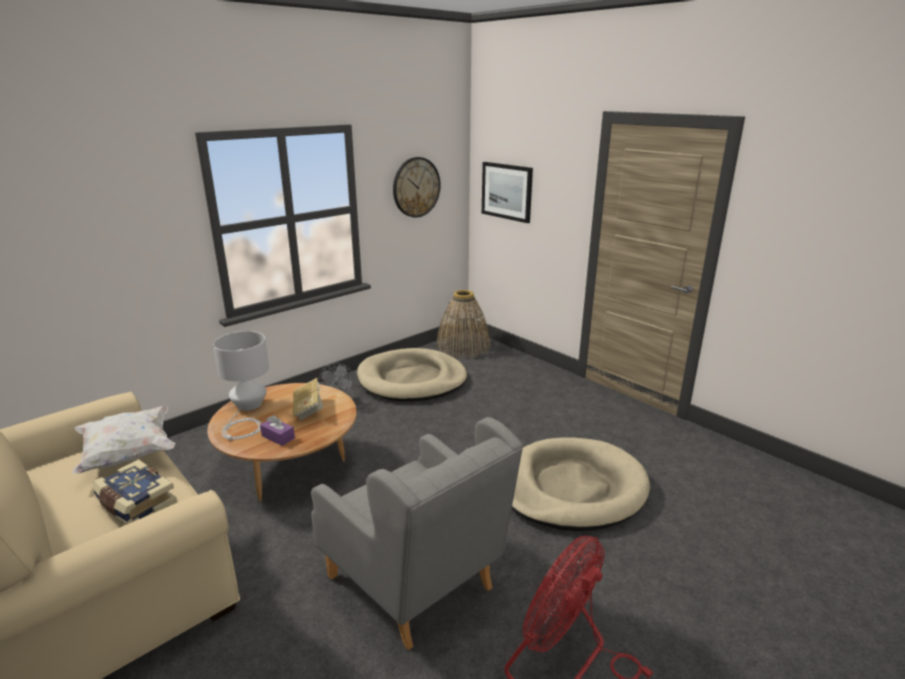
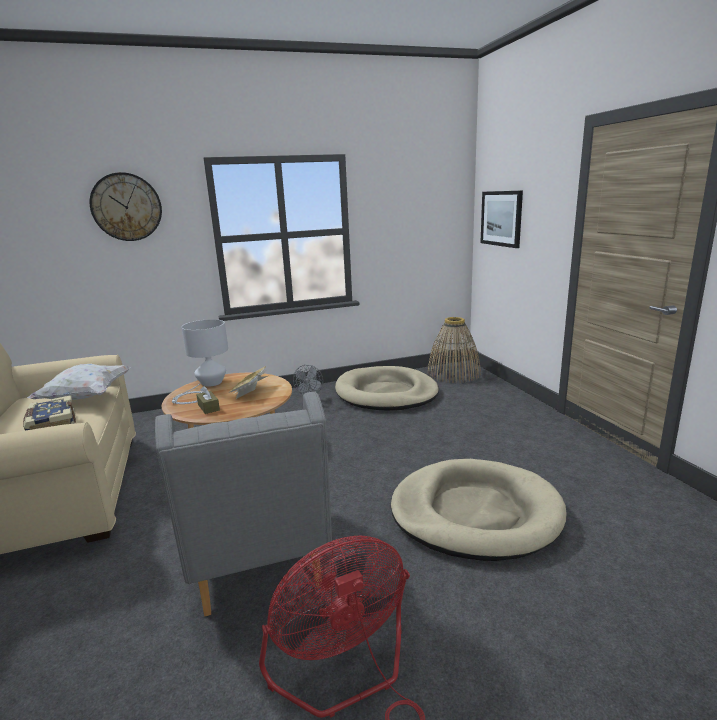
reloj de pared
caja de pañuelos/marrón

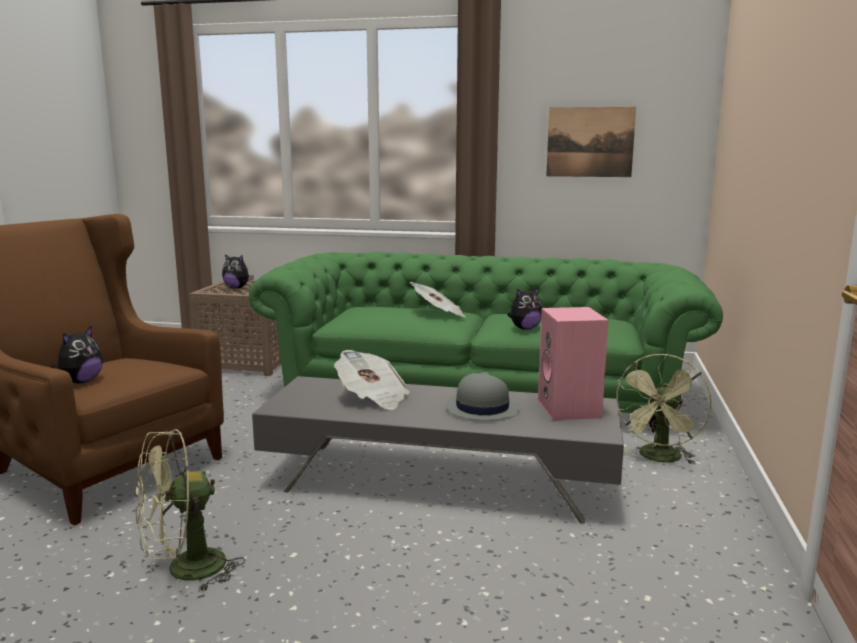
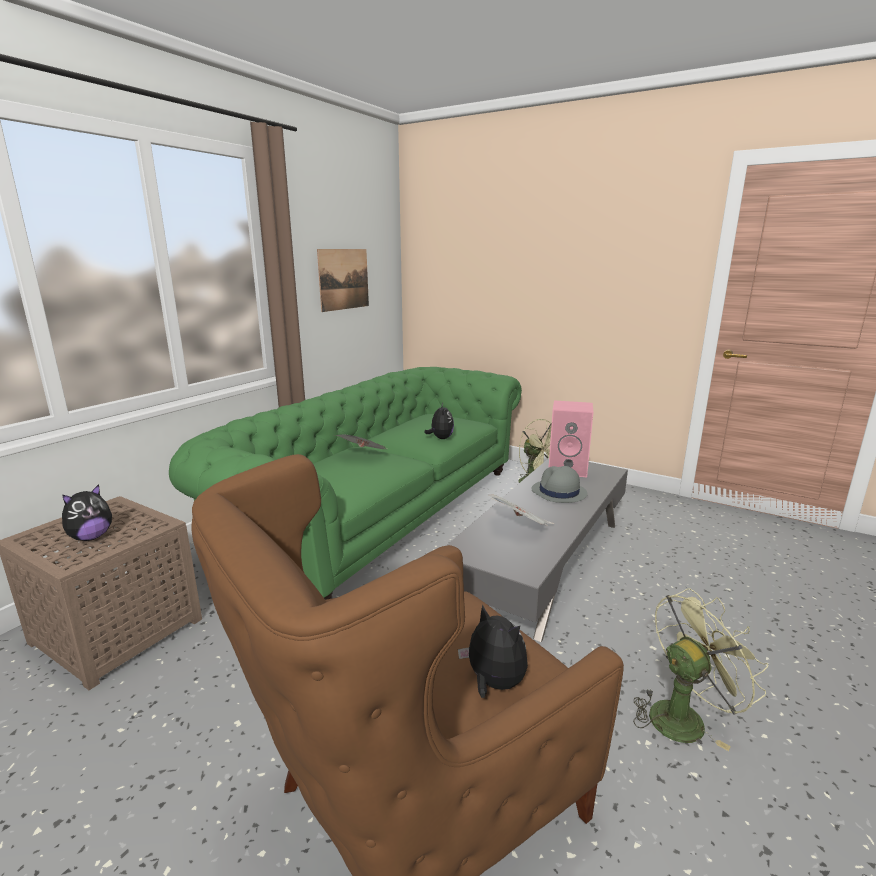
ventilador/verde (2nd from left)

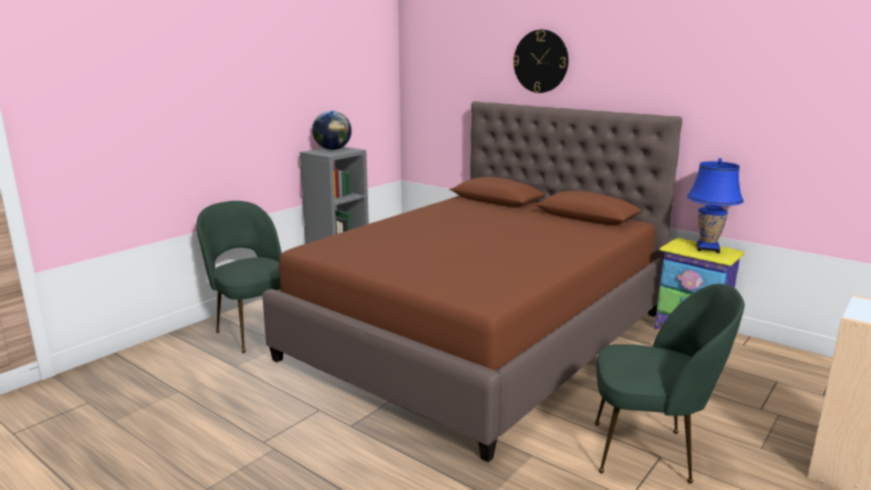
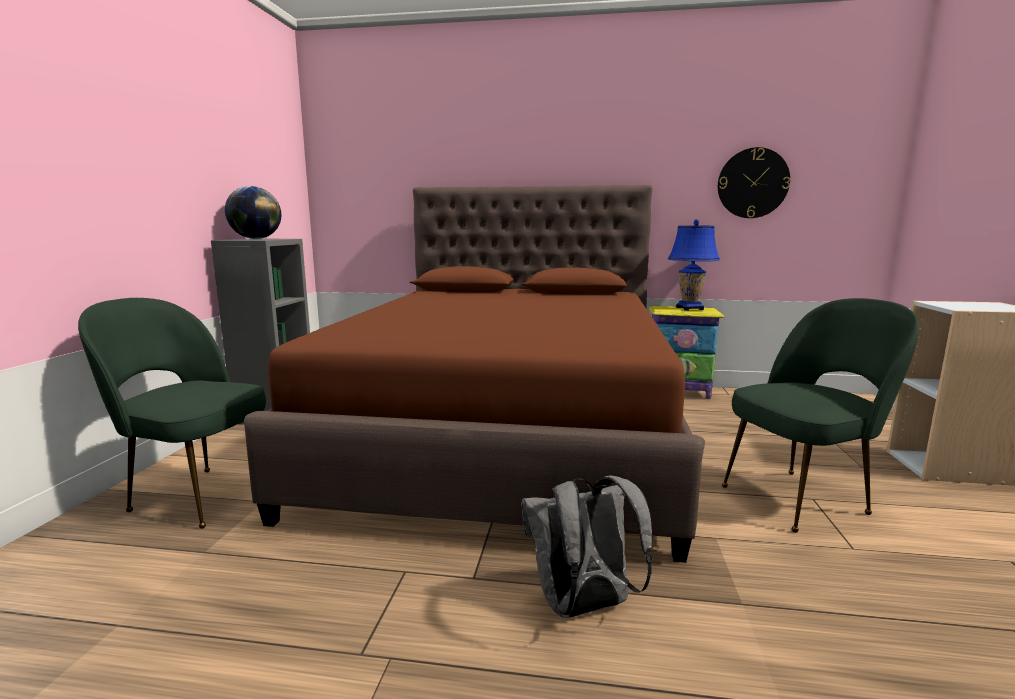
reloj de pared
mochila/gris

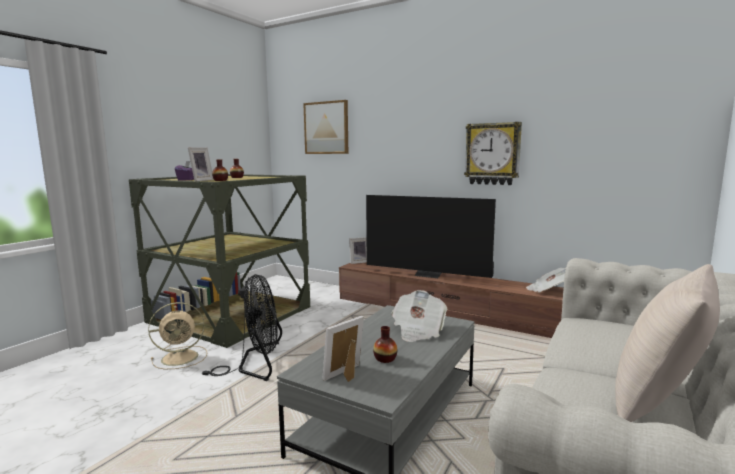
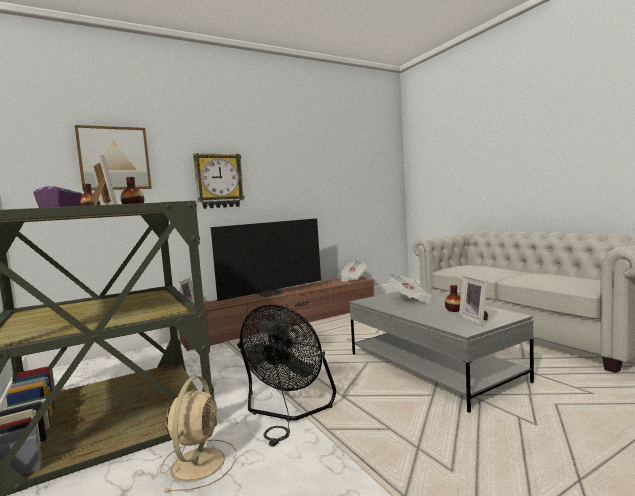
reloj de pared
cojín/beis

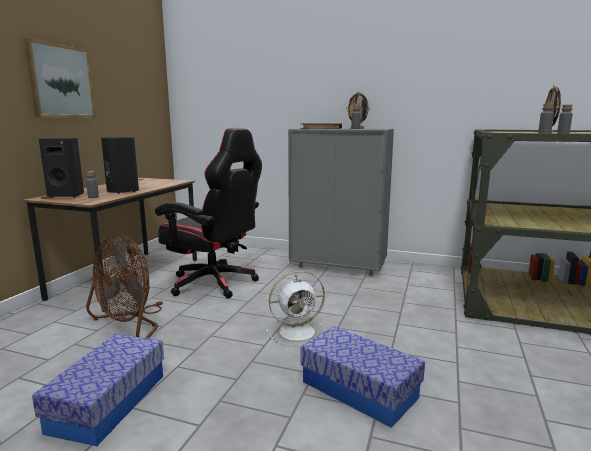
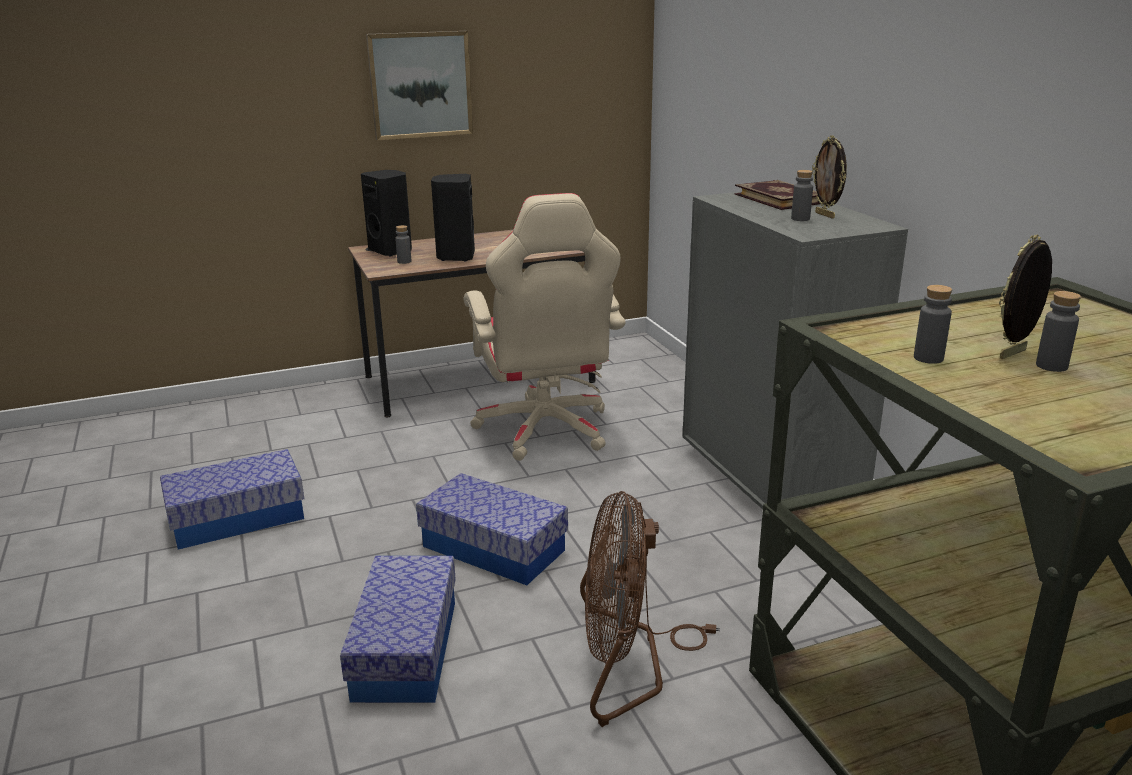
silla de oficina/beis
ventilador/marrón
caja de almacenaje (3rd from left)

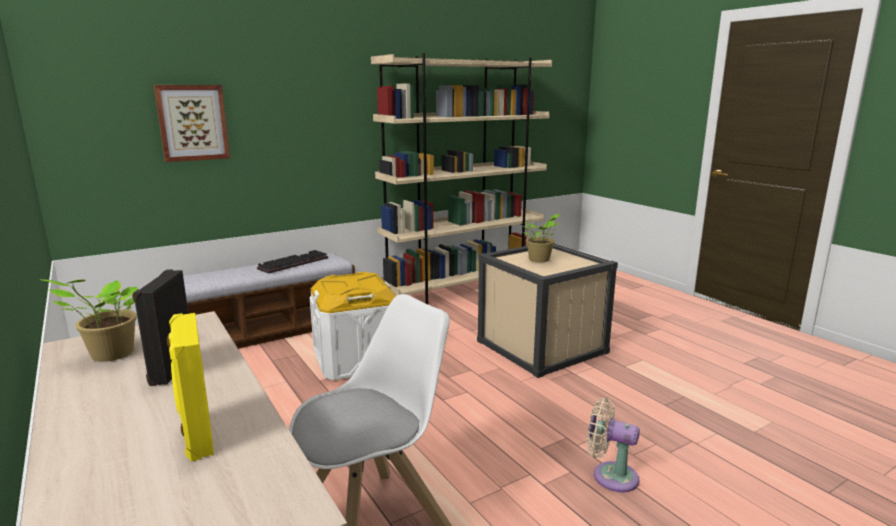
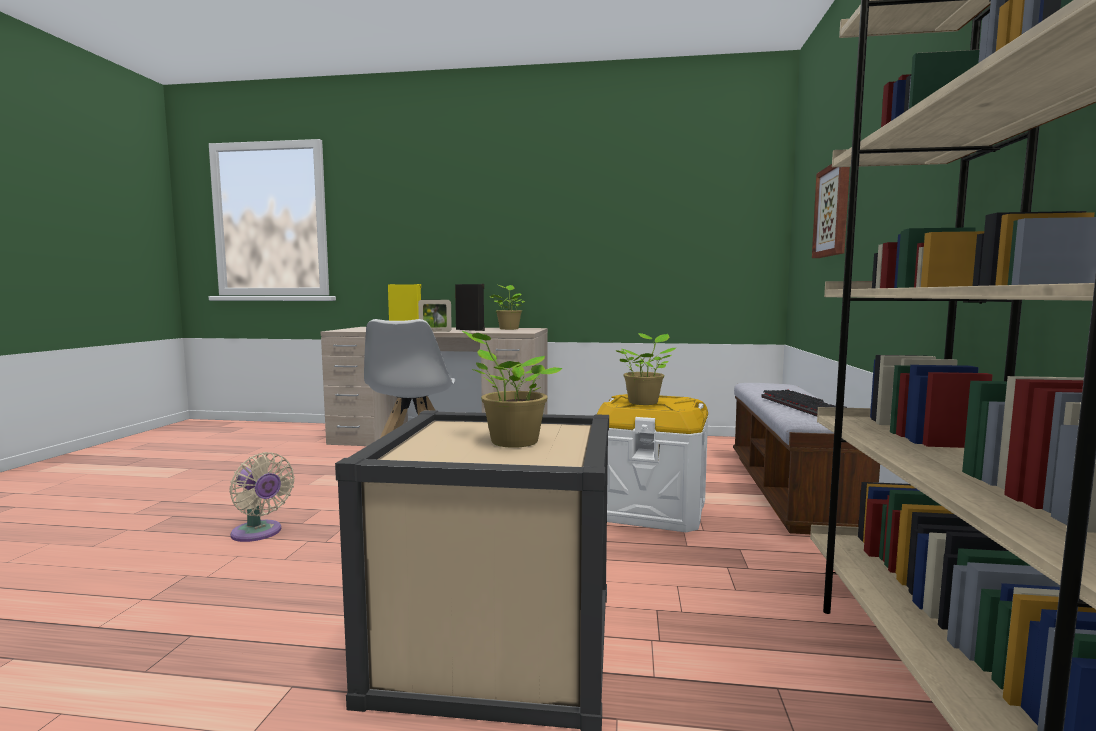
ventilador/beis
portarretratos
planta en maceta (3rd from left)

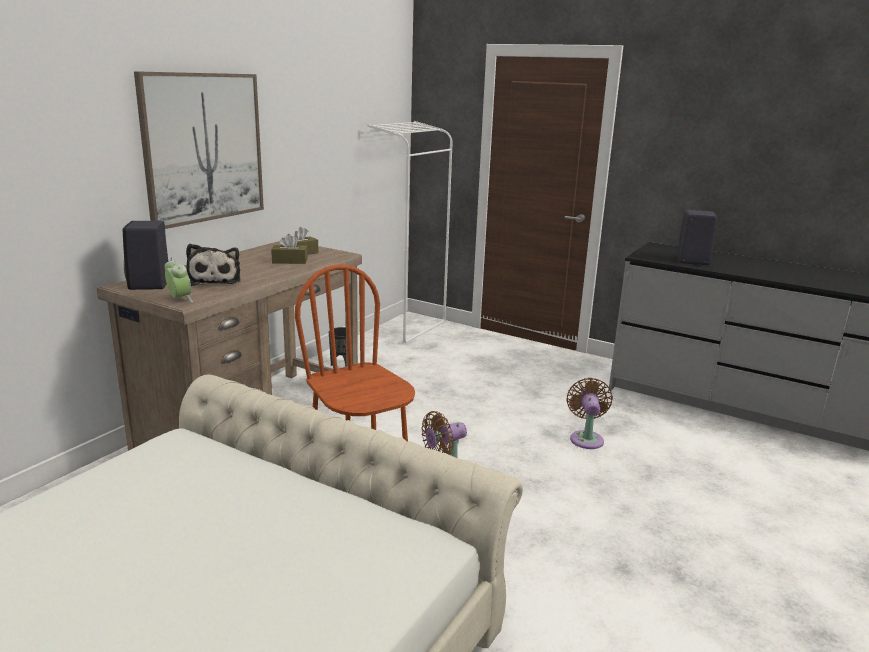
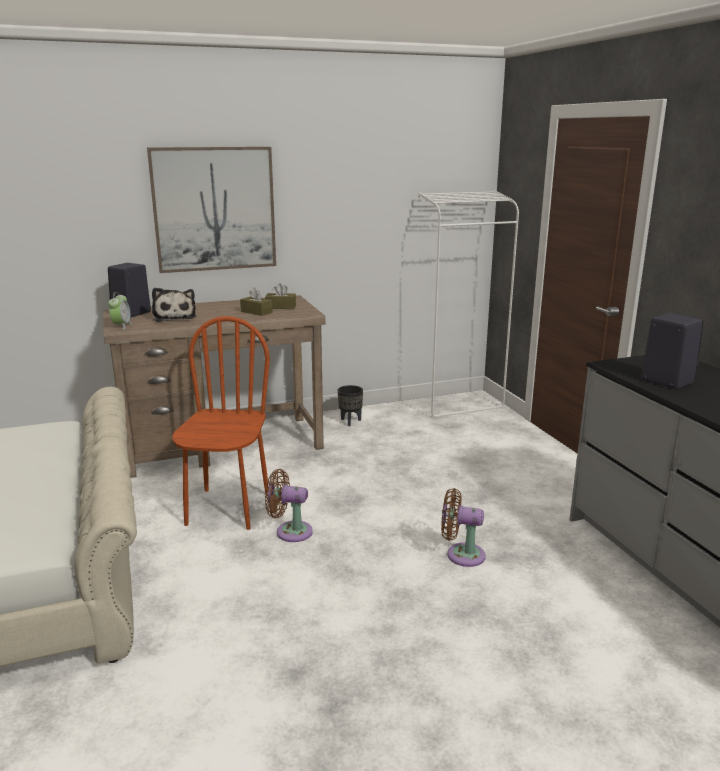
peluche
ventilador/marrón (2nd from left)

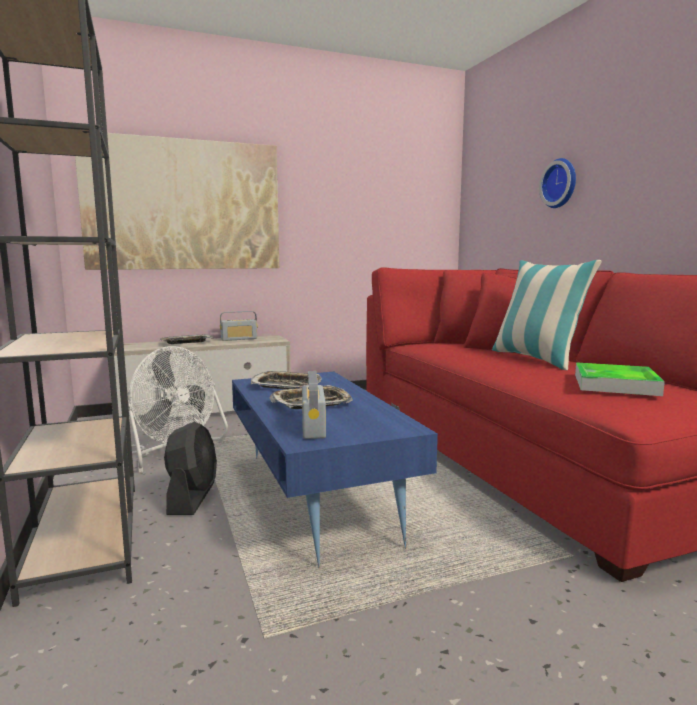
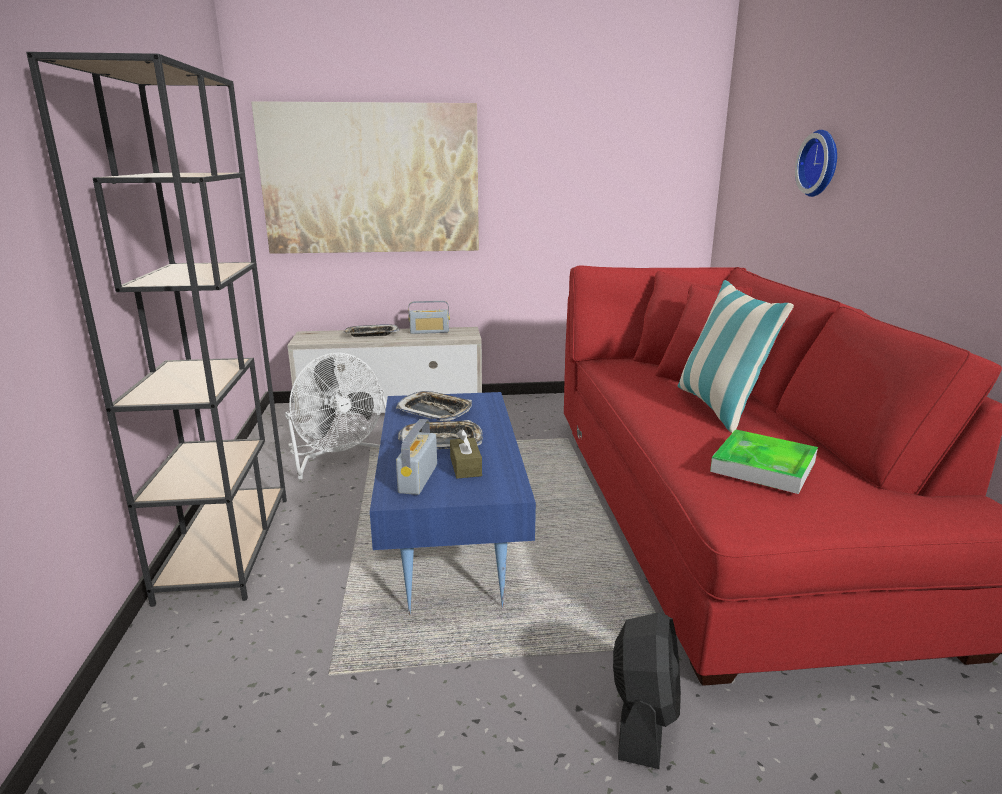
ventilador/negro
caja de pañuelos/marrón

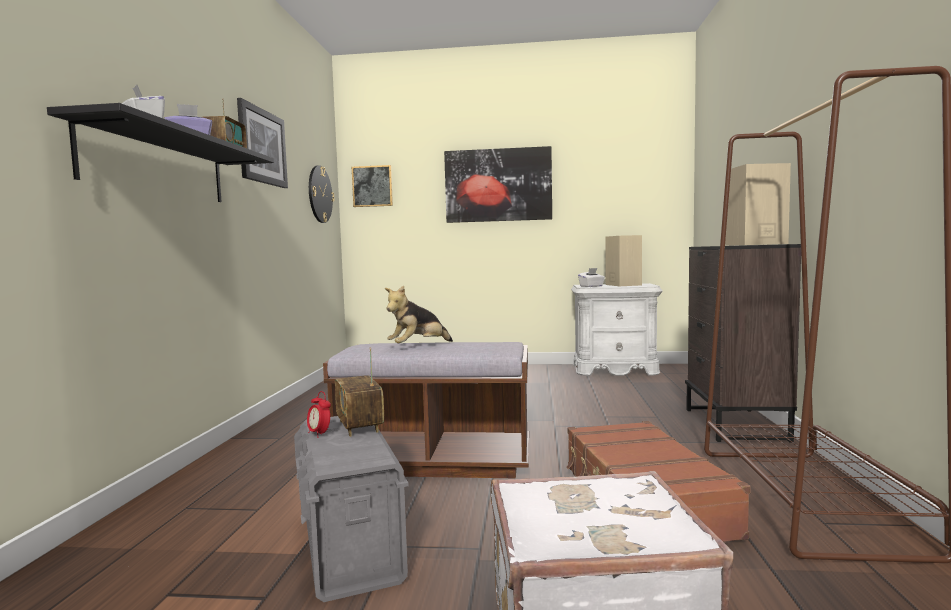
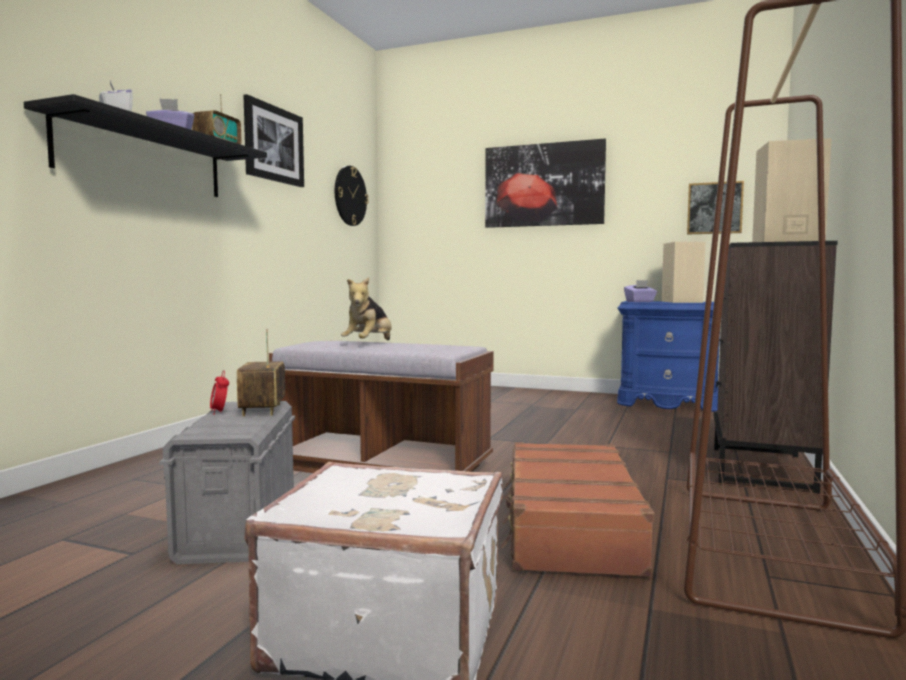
cuadro (3rd from left)
caja de pañuelos/morado (2nd from left)
mesita de noche/azul
peluche

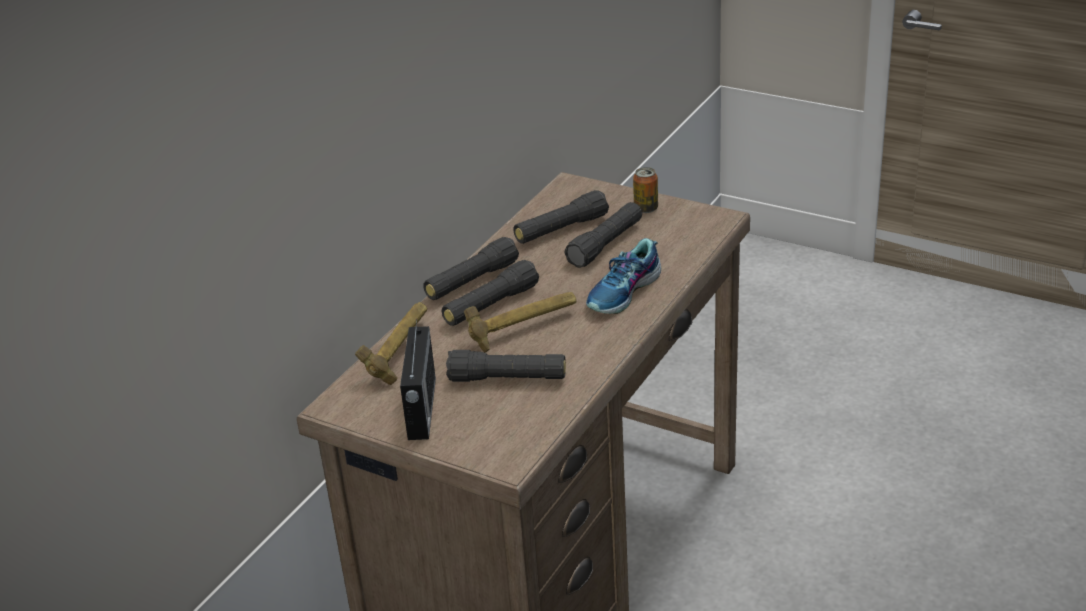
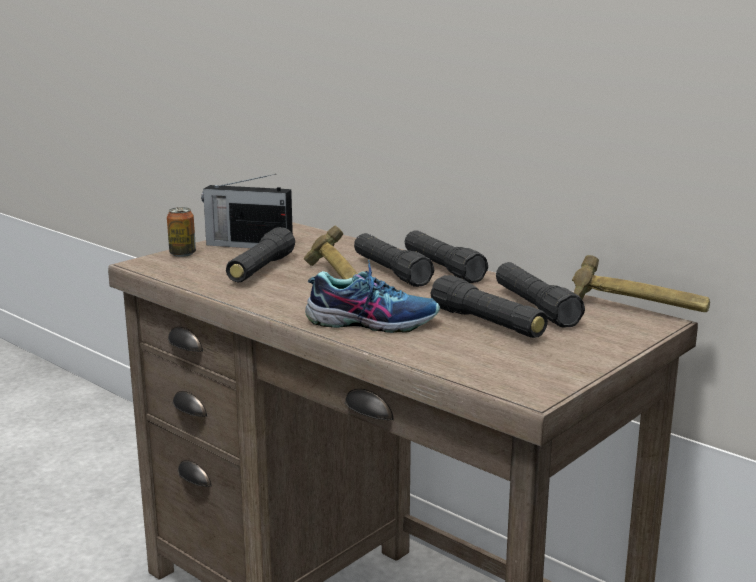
lata
zapato
martillo (2nd from left)

